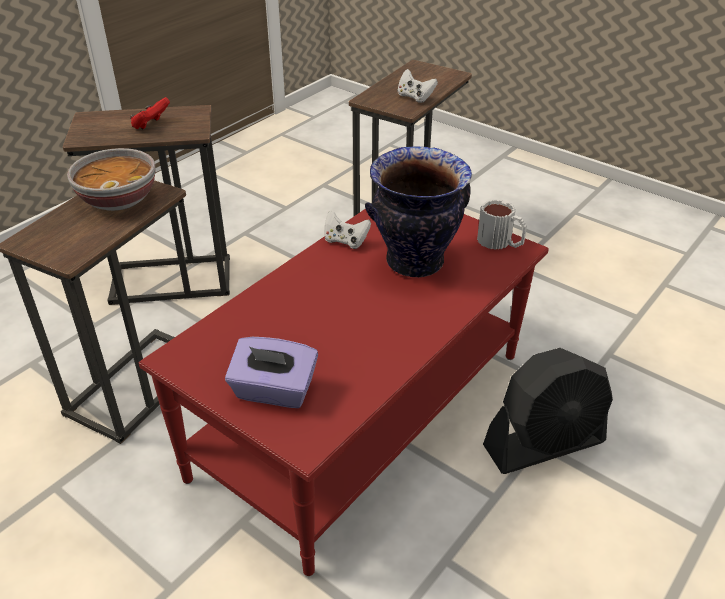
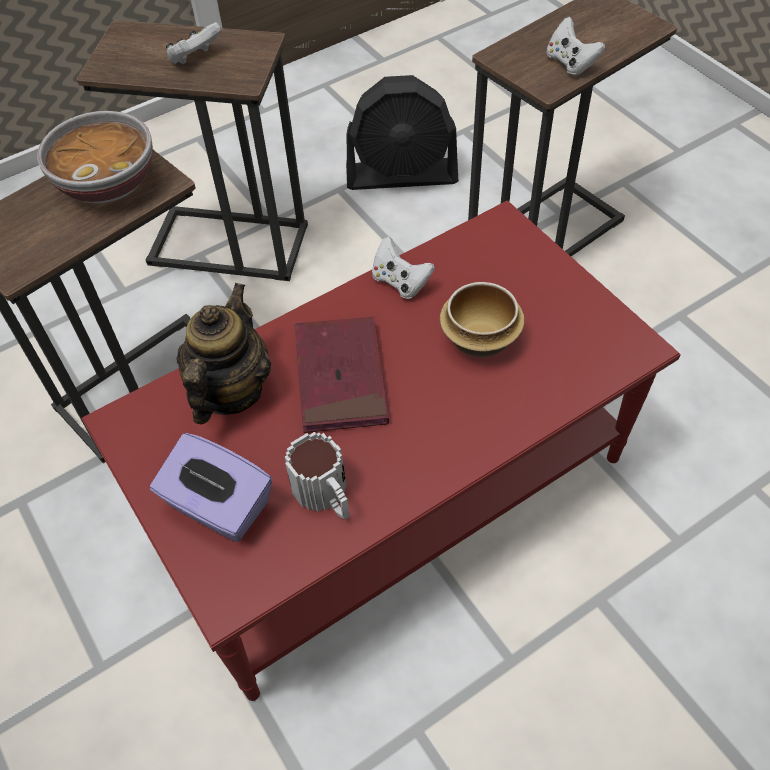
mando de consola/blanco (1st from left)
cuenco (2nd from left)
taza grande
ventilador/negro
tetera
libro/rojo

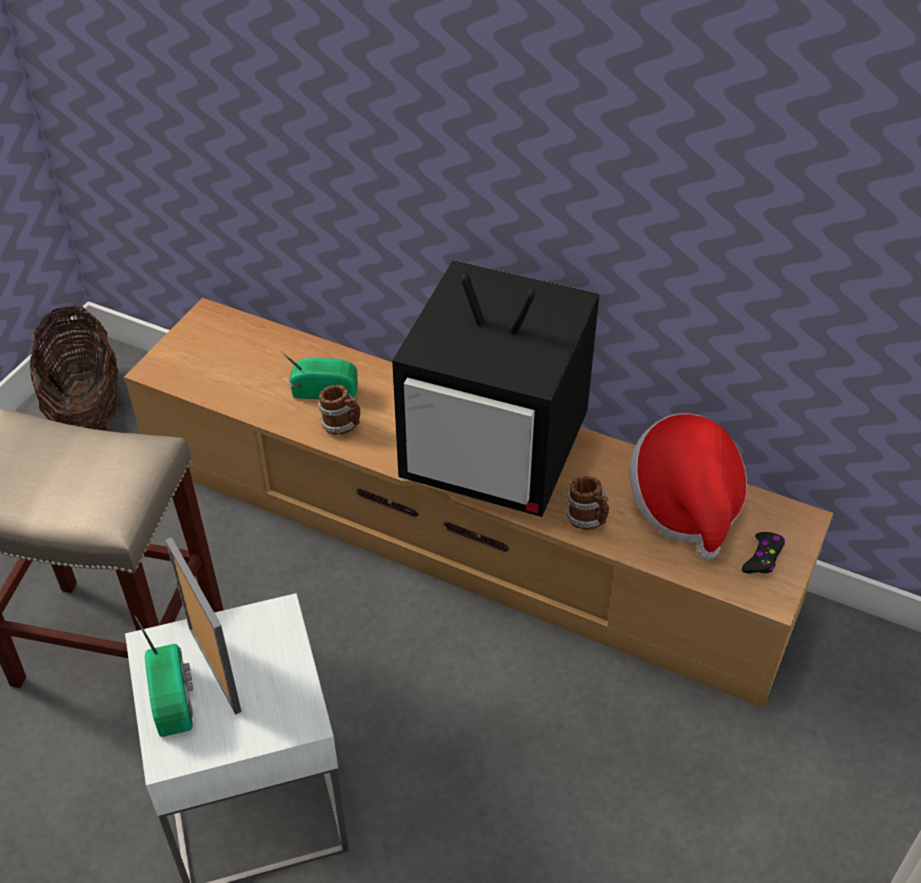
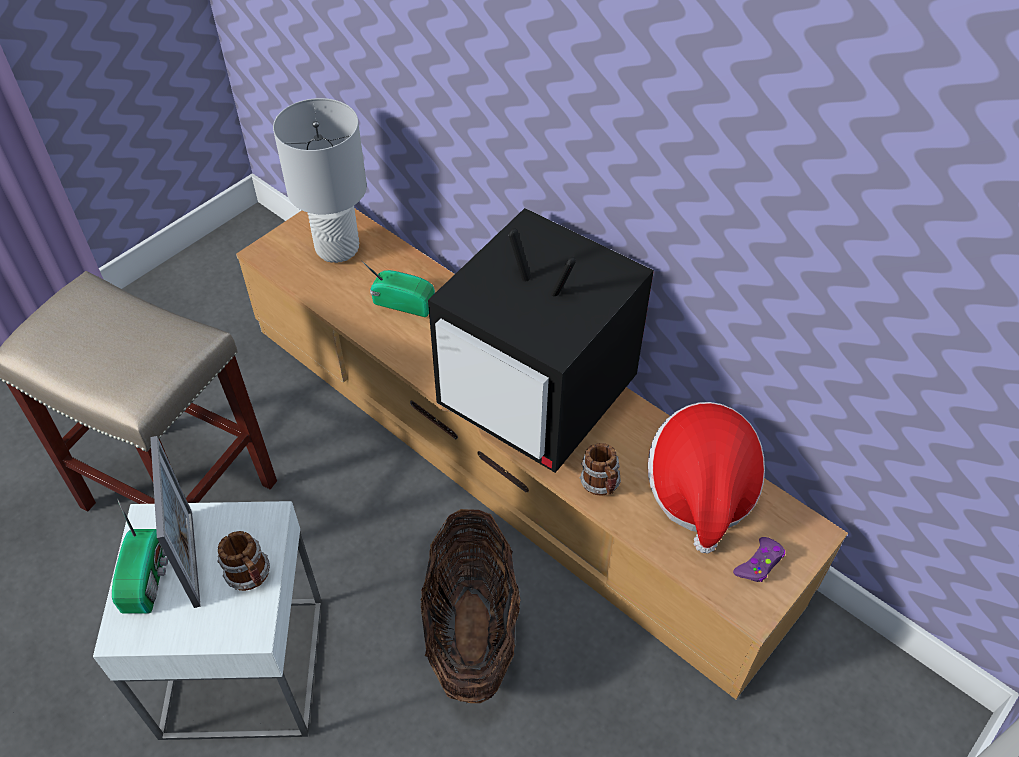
cesta
taza grande (1st from left)
mando de consola/morado
lámpara de mesa/gris

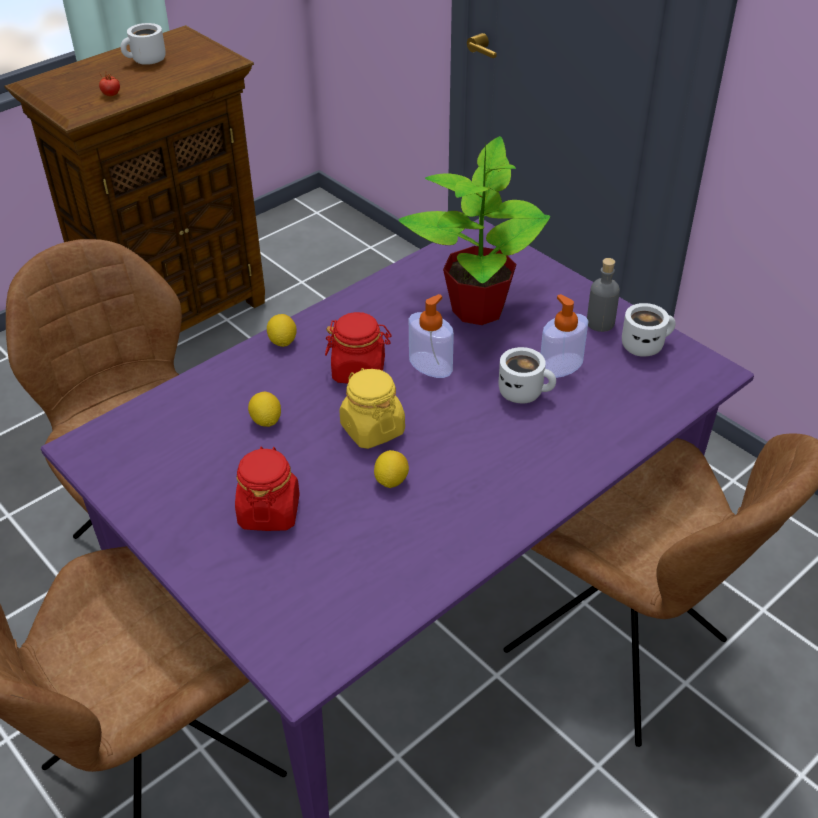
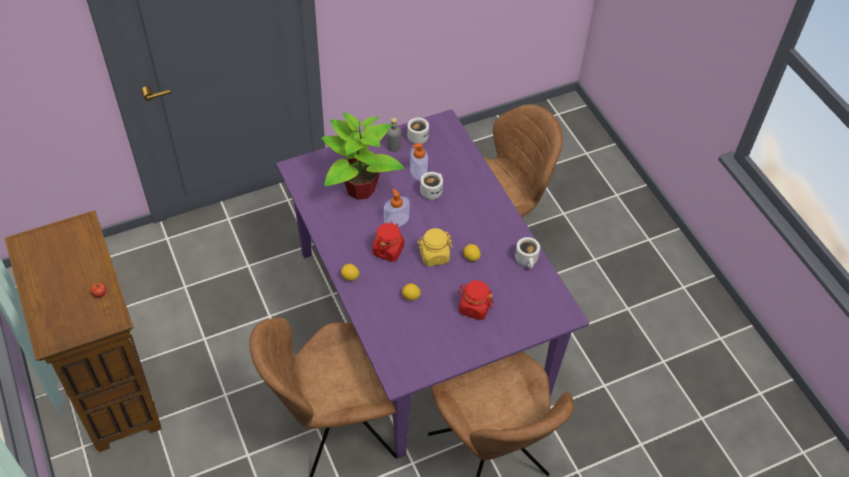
taza grande/blanco (3rd from left)

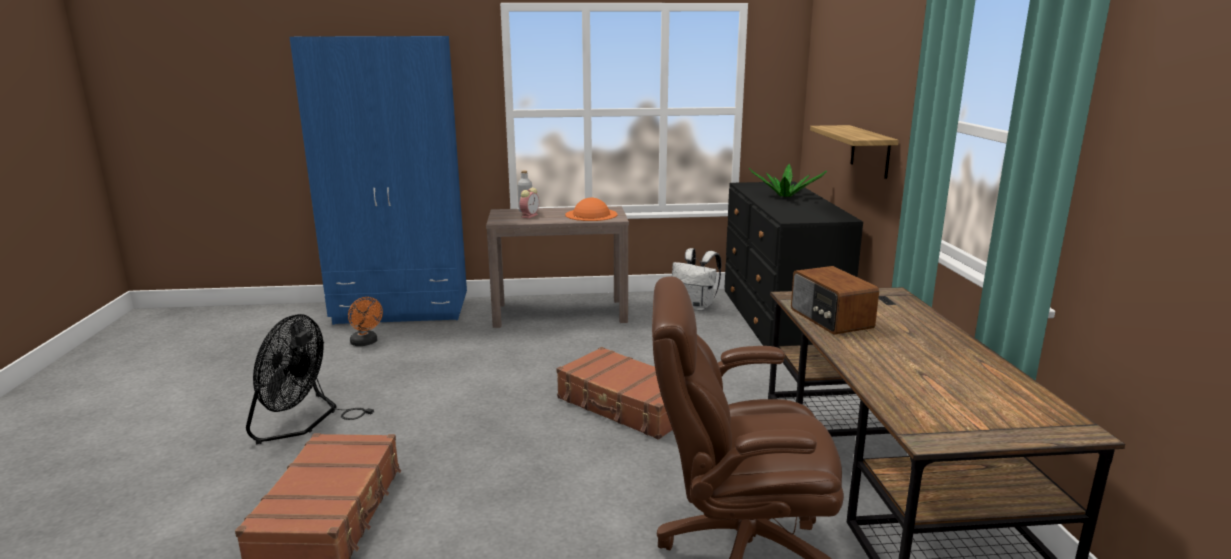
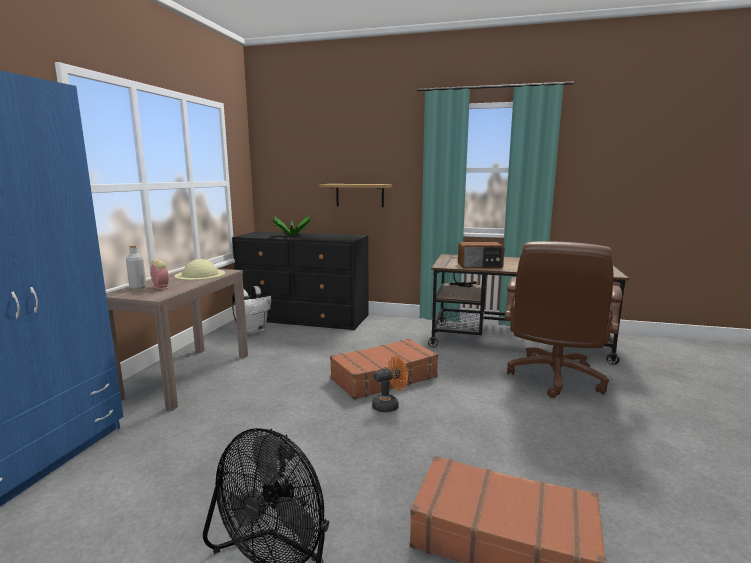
sombrero/beis
ventilador/naranja

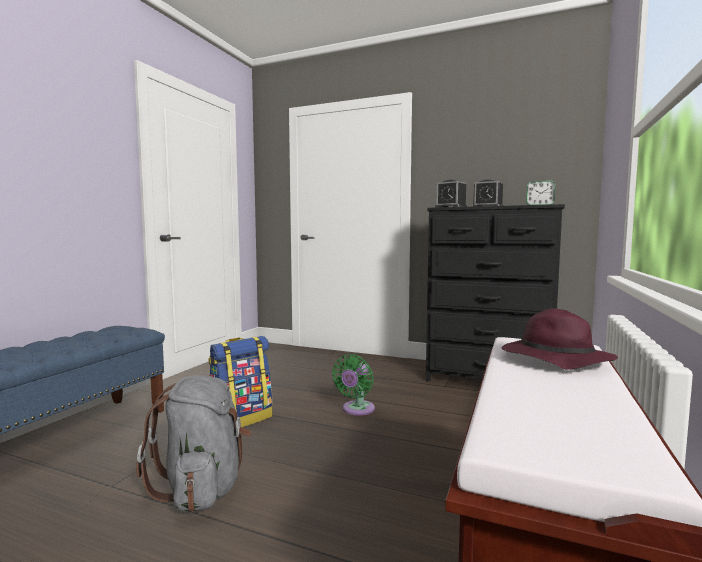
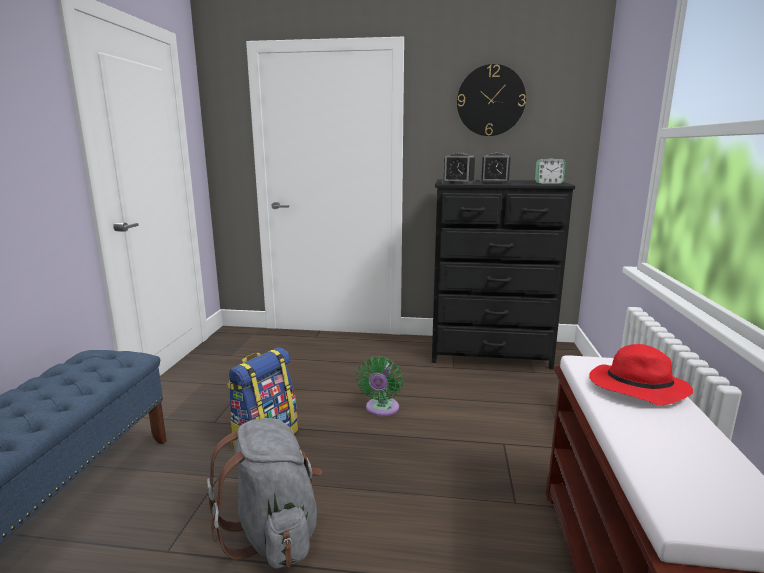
sombrero/rojo
reloj de pared

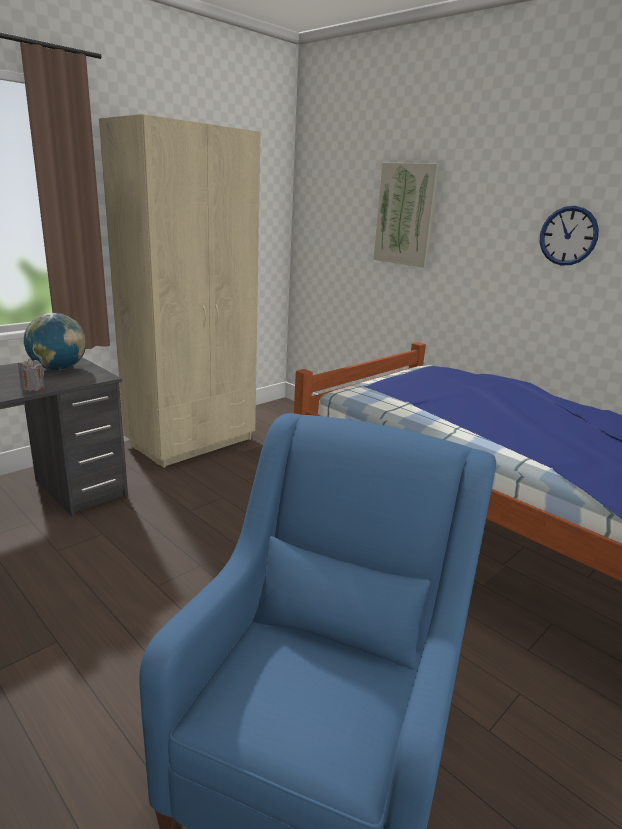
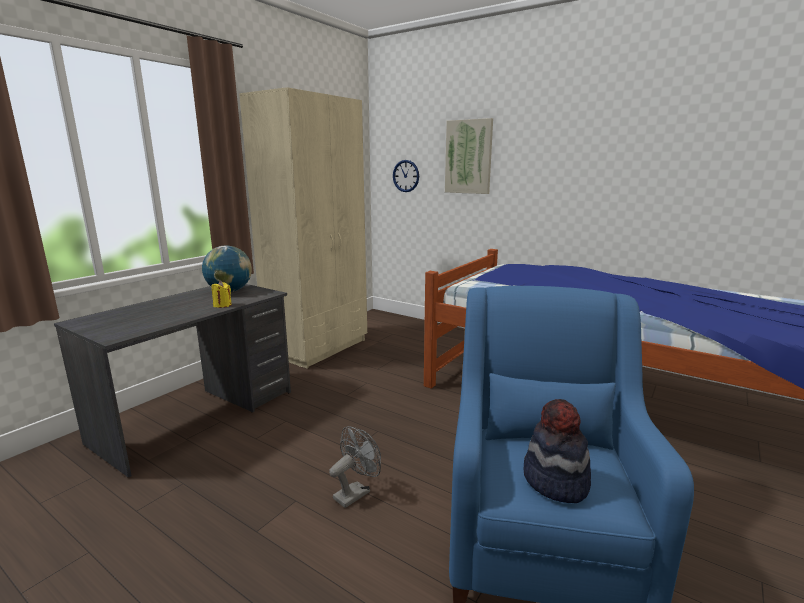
reloj de pared
vela/amarillo
sombrero
ventilador/gris

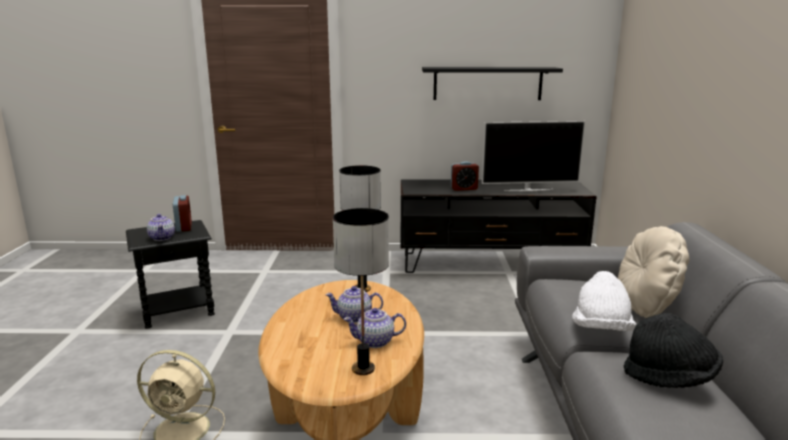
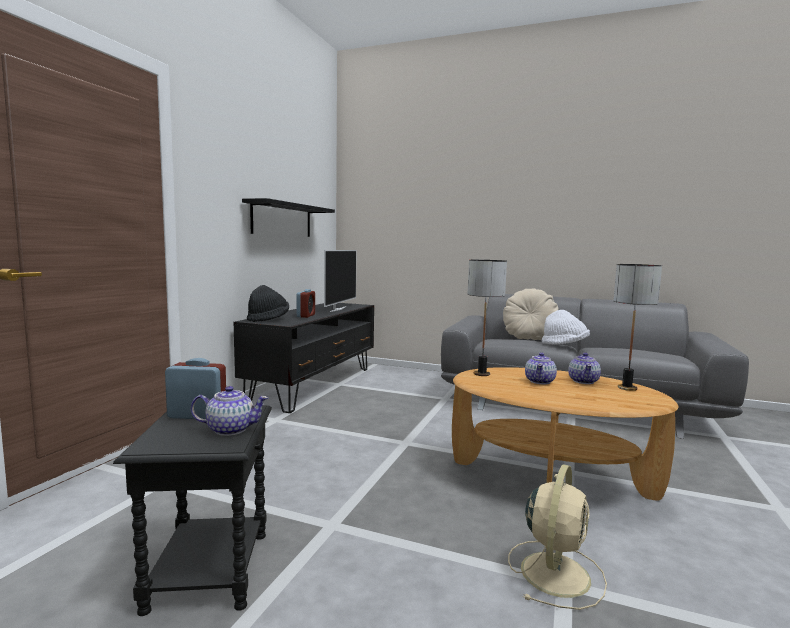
sombrero/negro

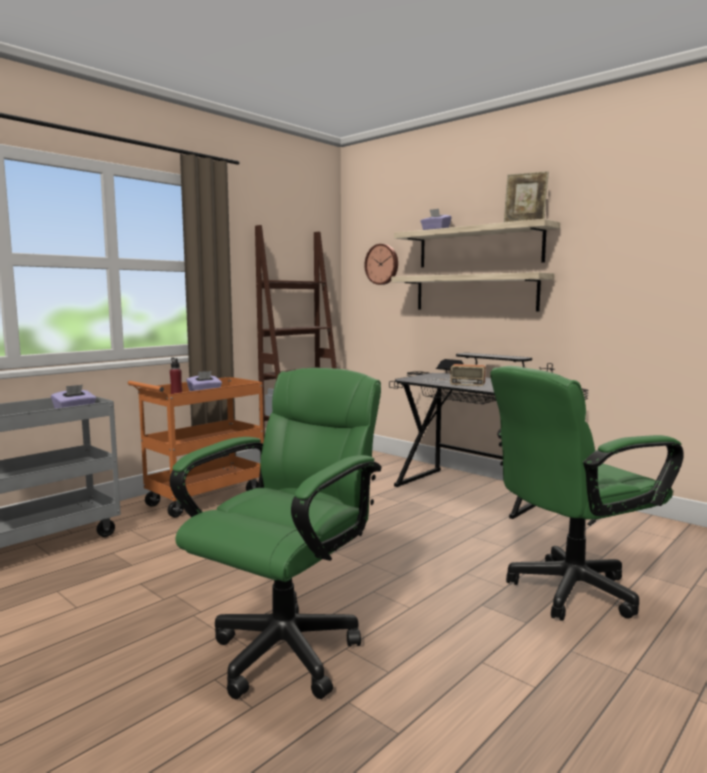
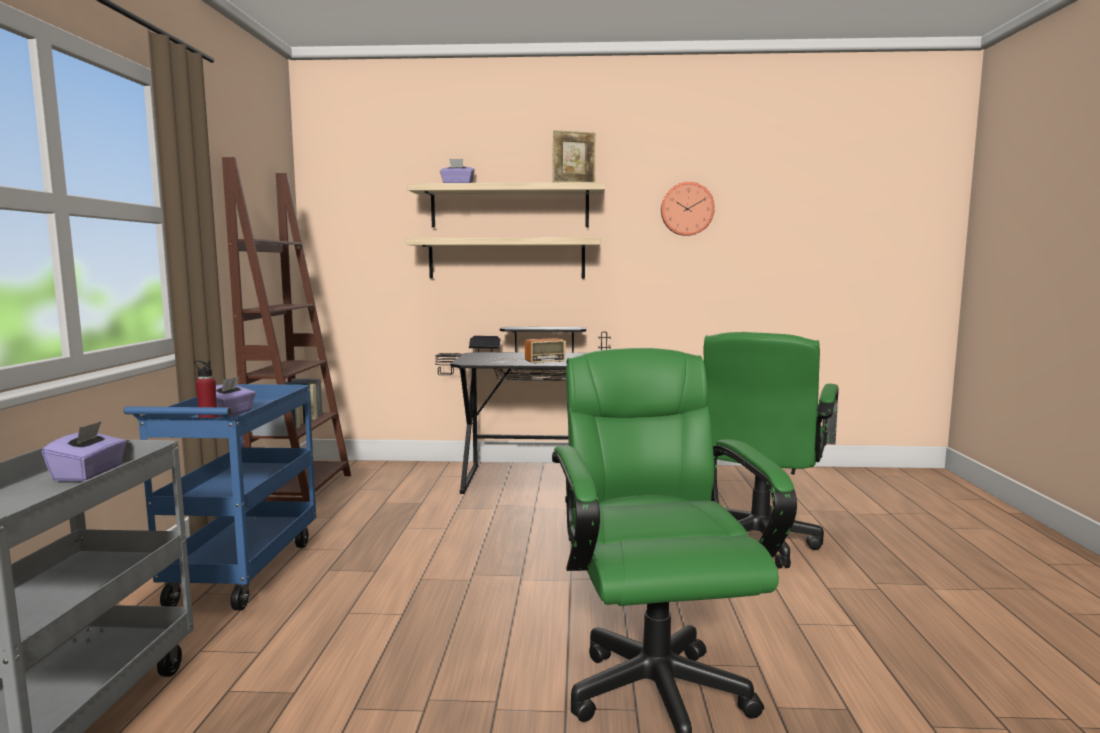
reloj de pared
carrito/azul

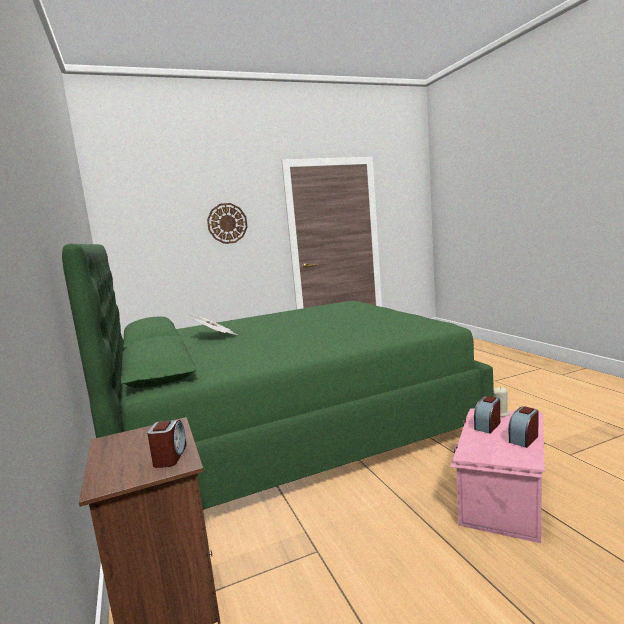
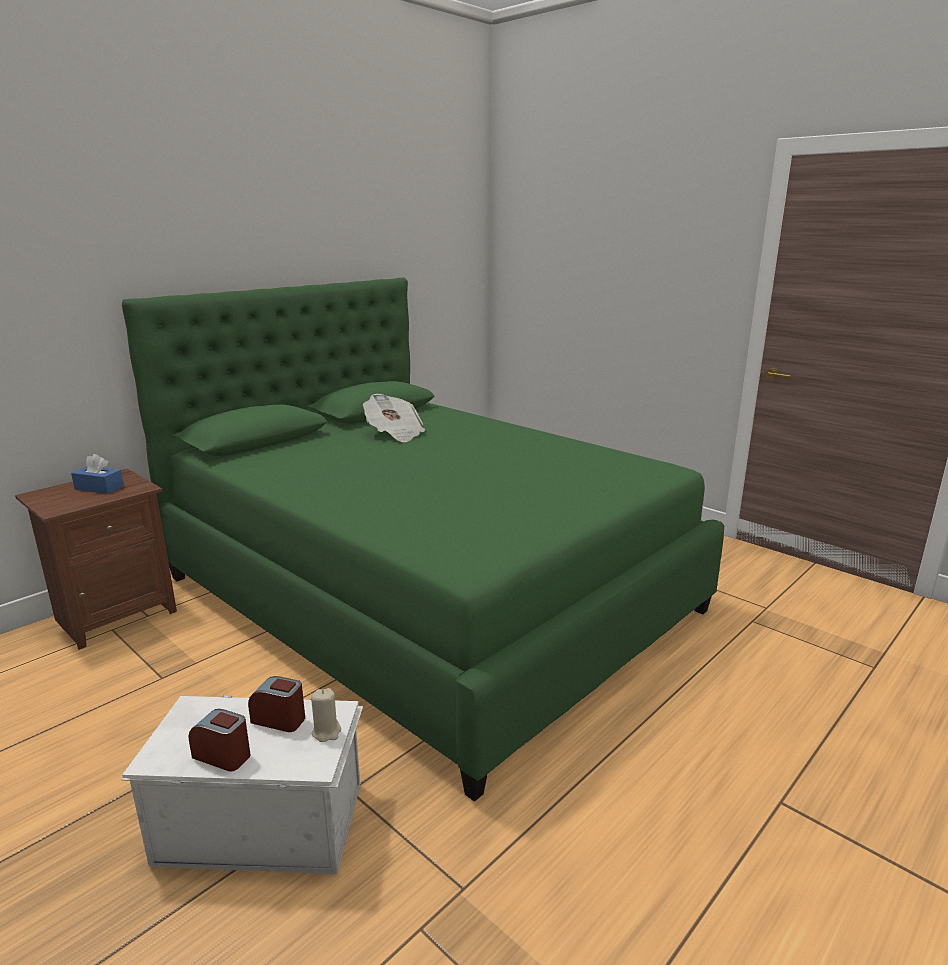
reloj de pared
caja de almacenaje/blanco
despertador (1st from left in the first image)
caja de pañuelos/azul

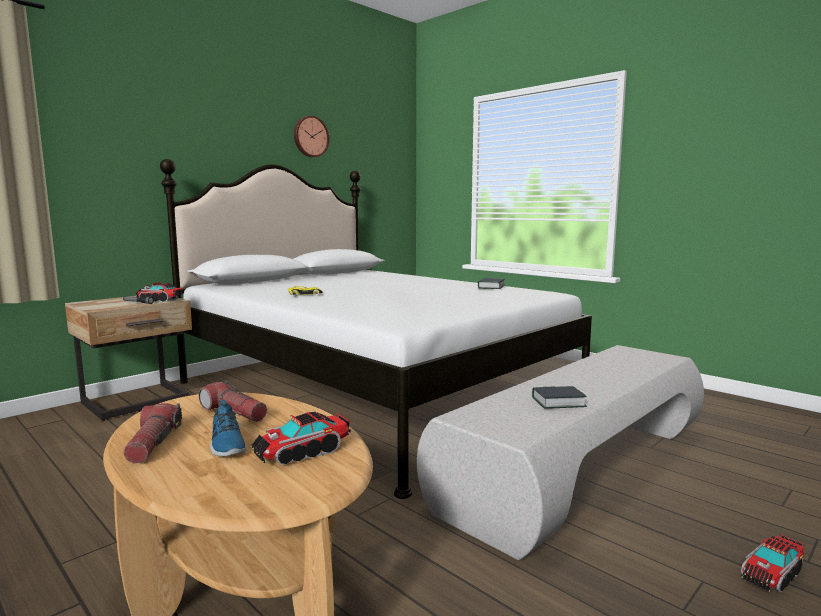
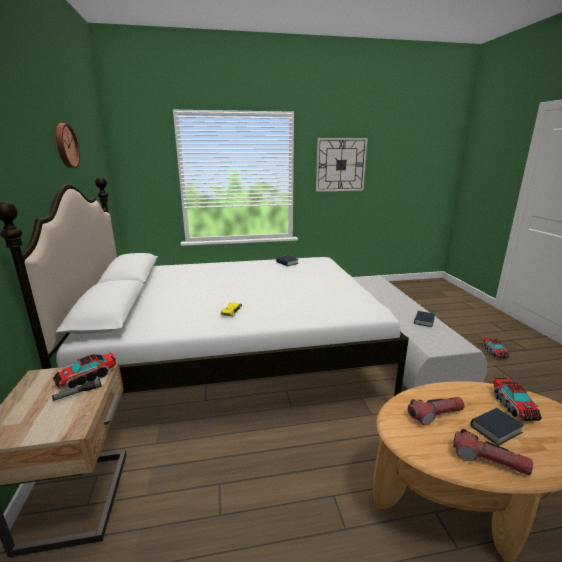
libro (3rd from left)
reloj de pared (2nd from left)

